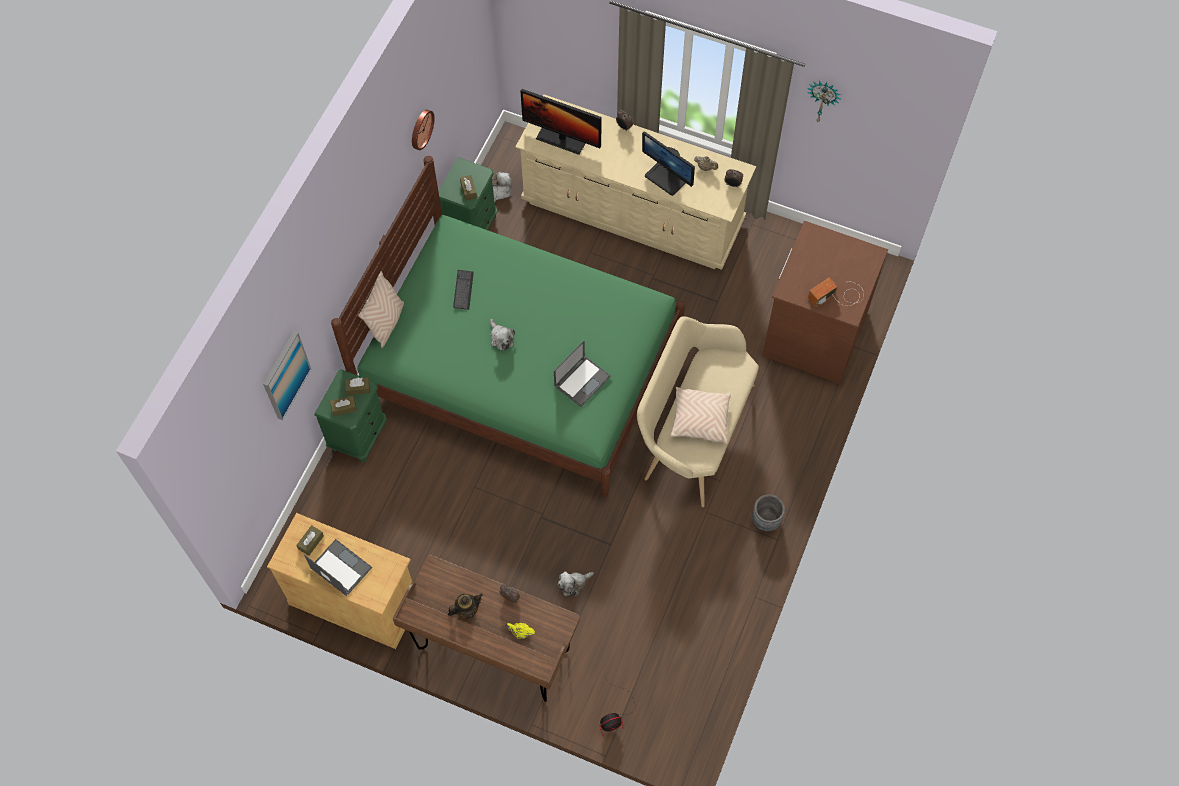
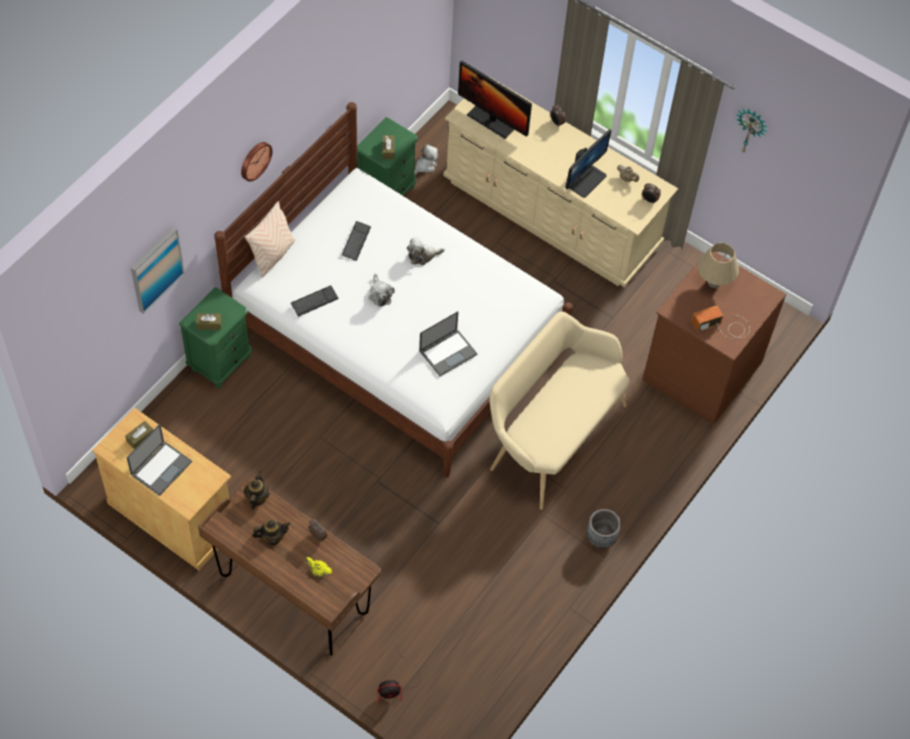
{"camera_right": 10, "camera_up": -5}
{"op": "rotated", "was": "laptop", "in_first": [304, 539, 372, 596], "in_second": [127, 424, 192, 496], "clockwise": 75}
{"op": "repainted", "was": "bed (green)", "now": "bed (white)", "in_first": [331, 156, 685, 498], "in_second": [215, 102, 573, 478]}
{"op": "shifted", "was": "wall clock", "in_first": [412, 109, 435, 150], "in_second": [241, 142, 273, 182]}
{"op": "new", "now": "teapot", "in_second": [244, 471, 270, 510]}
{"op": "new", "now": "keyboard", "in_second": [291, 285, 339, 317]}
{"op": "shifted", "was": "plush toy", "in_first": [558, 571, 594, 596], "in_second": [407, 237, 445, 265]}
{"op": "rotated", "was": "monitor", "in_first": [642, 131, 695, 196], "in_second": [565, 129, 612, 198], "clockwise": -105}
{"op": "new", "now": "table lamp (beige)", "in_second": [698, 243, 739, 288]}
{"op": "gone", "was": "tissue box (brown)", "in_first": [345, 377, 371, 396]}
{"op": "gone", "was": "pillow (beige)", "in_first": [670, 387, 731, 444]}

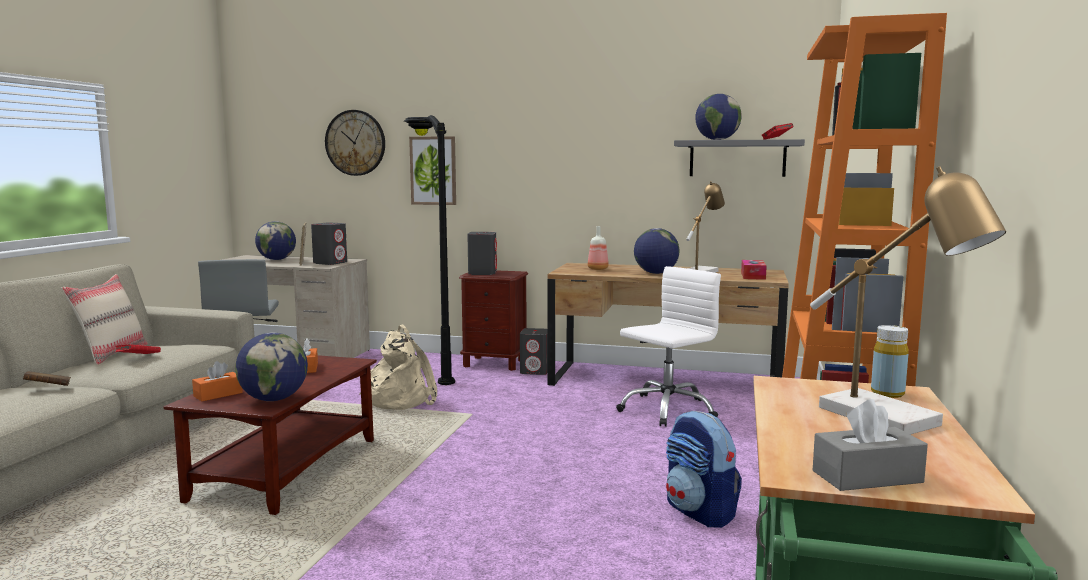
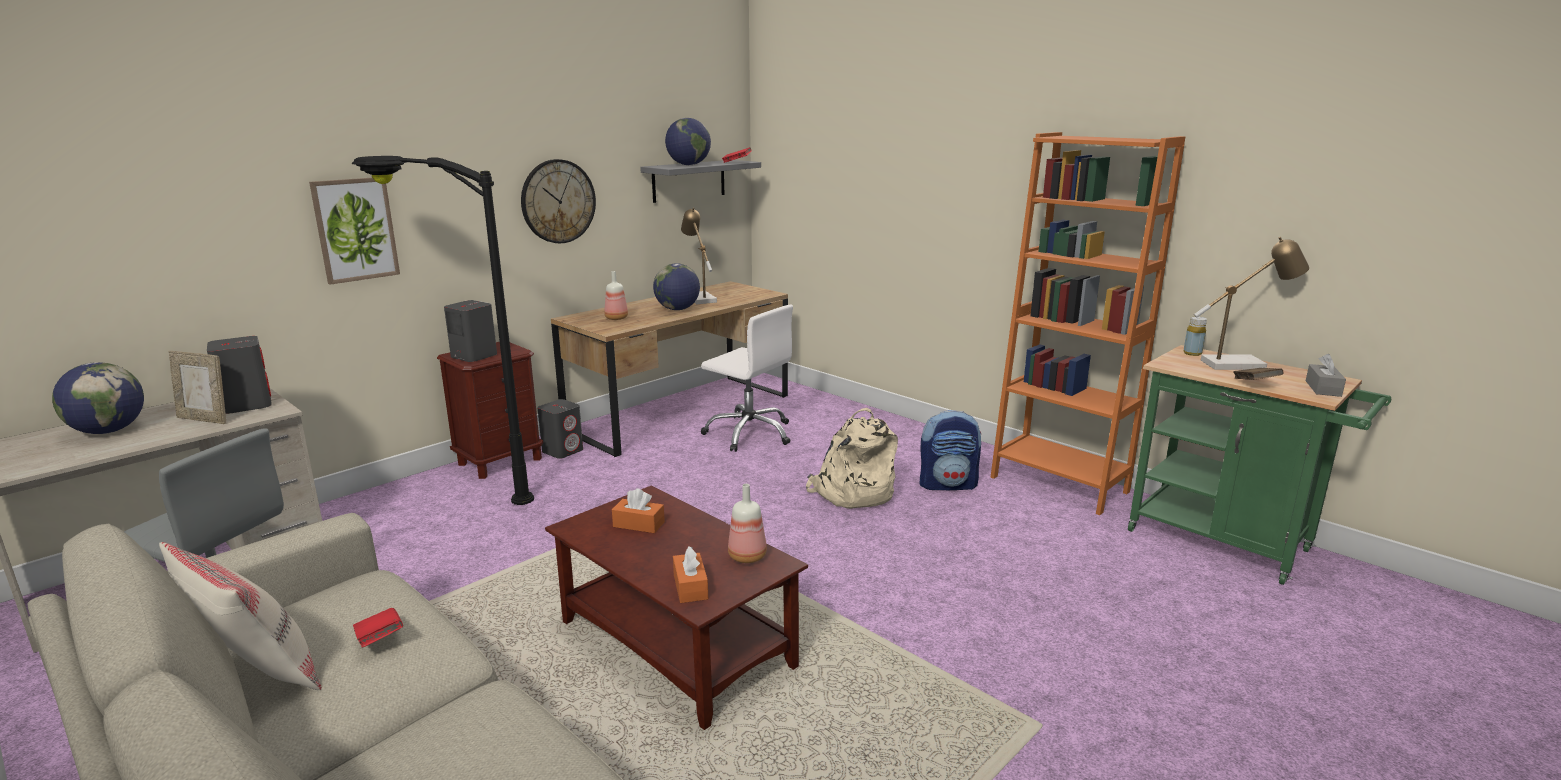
{"camera_right": -60, "camera_up": 10}
{"op": "shifted", "was": "wall clock", "in_first": [325, 110, 385, 176], "in_second": [521, 159, 596, 243]}
{"op": "rotated", "was": "office chair (white)", "in_first": [616, 266, 721, 427], "in_second": [701, 305, 793, 452], "clockwise": 135}
{"op": "swapped", "was": "globe", "now": "bottle", "in_first": [235, 332, 308, 401], "in_second": [728, 484, 767, 563]}
{"op": "shifted", "was": "backpack (beige)", "in_first": [360, 325, 437, 410], "in_second": [806, 408, 898, 509]}
{"op": "shifted", "was": "book (brown)", "in_first": [23, 371, 71, 386], "in_second": [1233, 368, 1284, 380]}
{"op": "gone", "was": "tissue box", "in_first": [741, 260, 767, 280]}

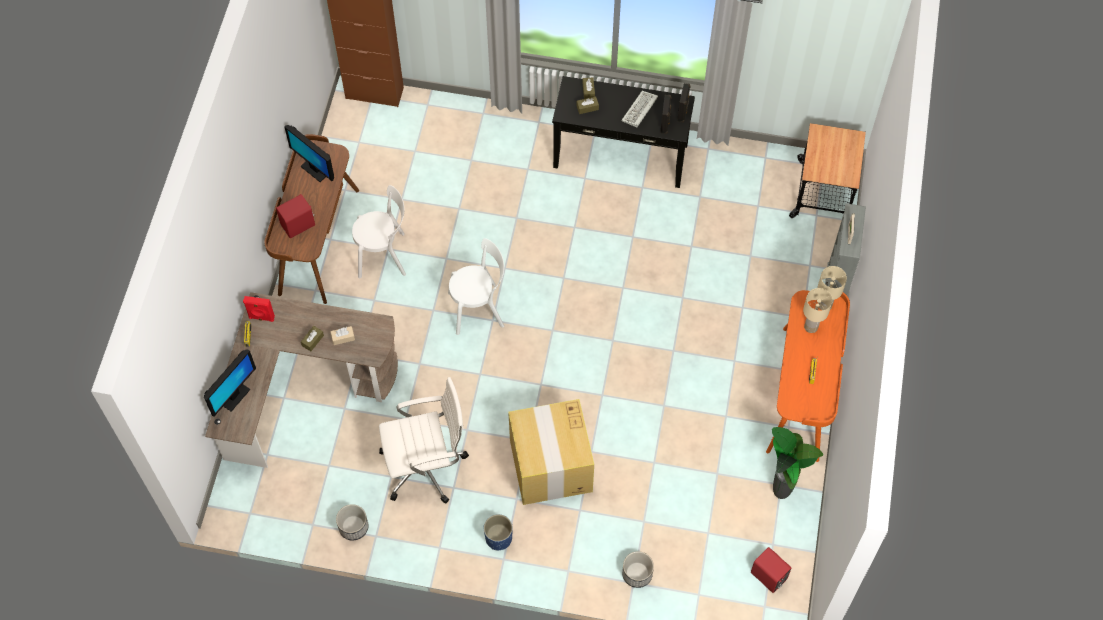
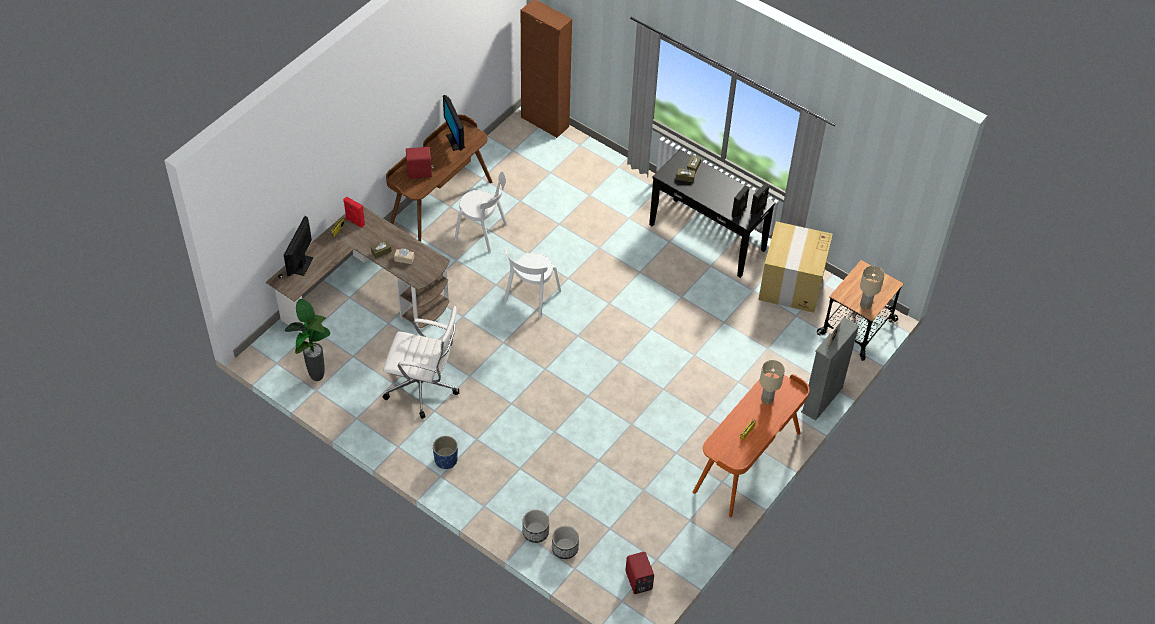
{"camera_right": 25, "camera_up": -10}
{"op": "rotated", "was": "monitor", "in_first": [204, 349, 256, 417], "in_second": [284, 216, 313, 276], "clockwise": 135}
{"op": "shifted", "was": "potted plant", "in_first": [772, 427, 823, 499], "in_second": [285, 299, 331, 381]}
{"op": "rotated", "was": "chair (white)", "in_first": [448, 238, 504, 335], "in_second": [504, 247, 561, 318], "clockwise": 105}
{"op": "shifted", "was": "planter", "in_first": [336, 504, 368, 541], "in_second": [552, 526, 579, 559]}
{"op": "shifted", "was": "cardboard box", "in_first": [508, 399, 594, 505], "in_second": [758, 221, 832, 313]}
{"op": "shifted", "was": "table lamp (beige)", "in_first": [818, 266, 847, 310], "in_second": [860, 266, 885, 309]}
{"op": "gone", "was": "keyboard", "in_first": [621, 91, 658, 127]}

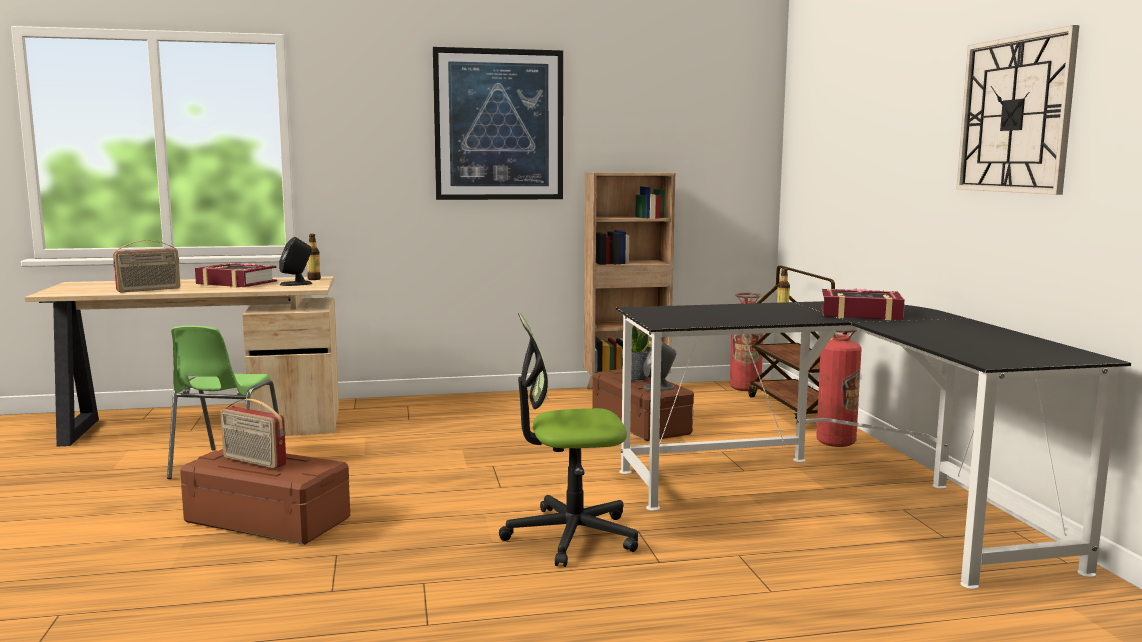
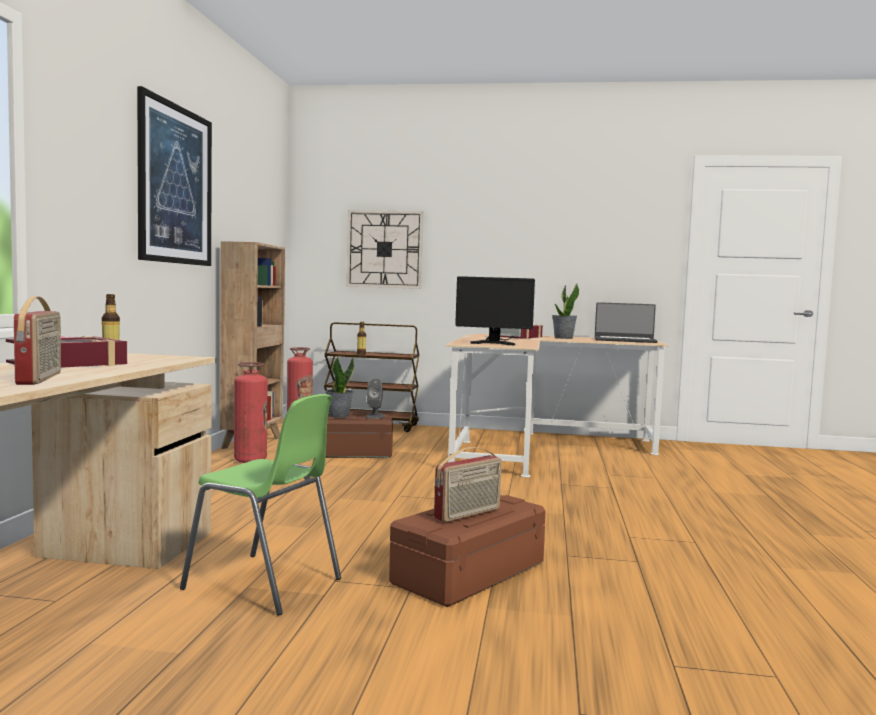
{"camera_right": -70, "camera_up": -5}
{"op": "shifted", "was": "fire extinguisher", "in_first": [816, 329, 862, 447], "in_second": [234, 362, 268, 463]}
{"op": "shifted", "was": "wall clock", "in_first": [956, 25, 1079, 195], "in_second": [346, 210, 423, 289]}
{"op": "repainted", "was": "desk (black)", "now": "desk (beige)", "in_first": [616, 301, 1131, 589], "in_second": [446, 334, 669, 477]}
{"op": "new", "now": "monitor", "in_second": [455, 276, 535, 345]}
{"op": "new", "now": "potted plant", "in_second": [552, 284, 579, 339]}
{"op": "new", "now": "laptop", "in_second": [595, 302, 658, 343]}
{"op": "gone", "was": "speaker (black)", "in_first": [279, 237, 312, 286]}
{"op": "gone", "was": "office chair", "in_first": [499, 313, 638, 567]}

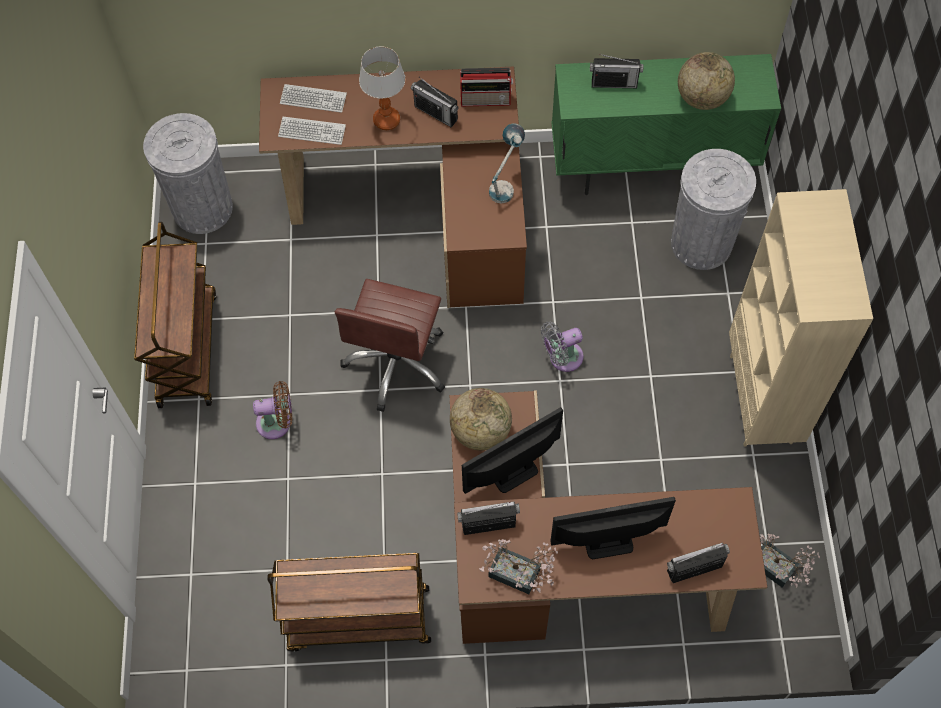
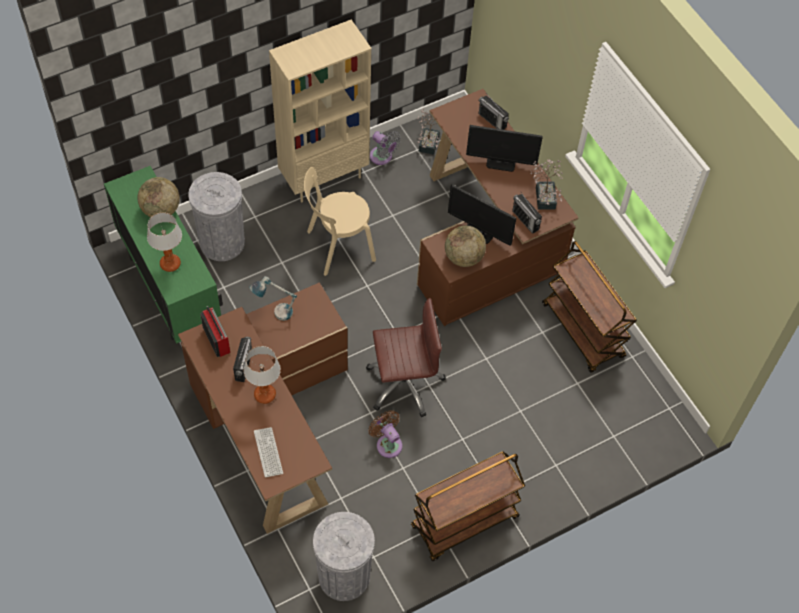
{"camera_right": -120, "camera_up": -5}
{"op": "swapped", "was": "radio", "now": "table lamp", "in_first": [590, 54, 643, 88], "in_second": [147, 212, 182, 272]}
{"op": "new", "now": "chair (beige)", "in_second": [304, 167, 376, 276]}
{"op": "shifted", "was": "fan (brown)", "in_first": [253, 381, 292, 439], "in_second": [368, 410, 402, 458]}
{"op": "shifted", "was": "fan (grey)", "in_first": [541, 322, 584, 372], "in_second": [370, 131, 401, 165]}
{"op": "rotated", "was": "monitor", "in_first": [550, 497, 676, 559], "in_second": [466, 125, 543, 172], "clockwise": -45}
{"op": "gone", "was": "keyboard", "in_first": [278, 117, 346, 145]}

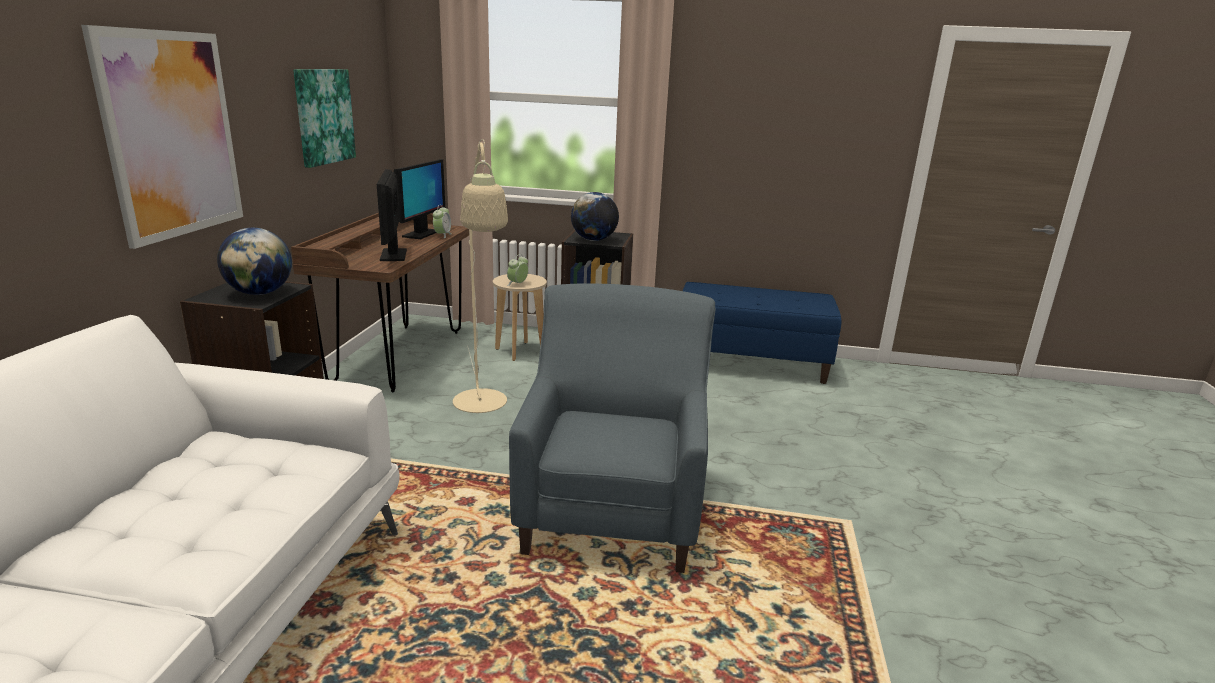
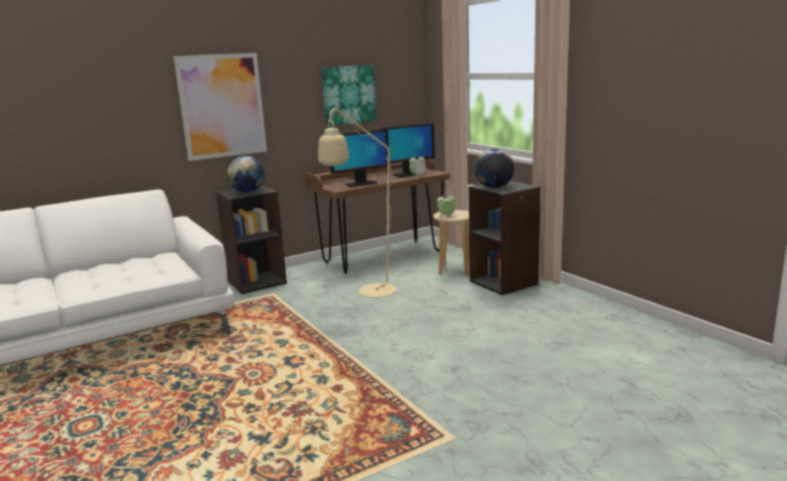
{"camera_right": 50, "camera_up": -5}
{"op": "rotated", "was": "monitor", "in_first": [377, 169, 407, 261], "in_second": [330, 129, 389, 187], "clockwise": -150}
{"op": "gone", "was": "armchair (blue)", "in_first": [509, 283, 715, 573]}
{"op": "gone", "was": "bench (blue)", "in_first": [683, 282, 841, 384]}

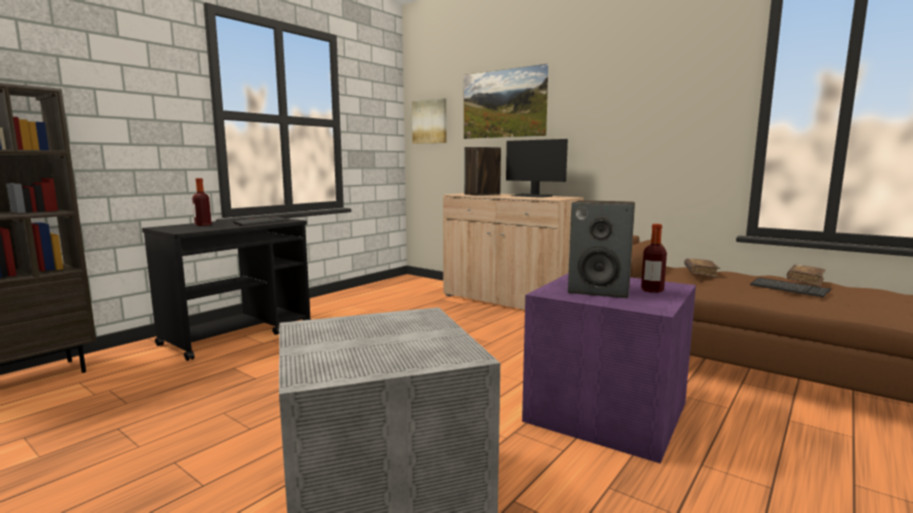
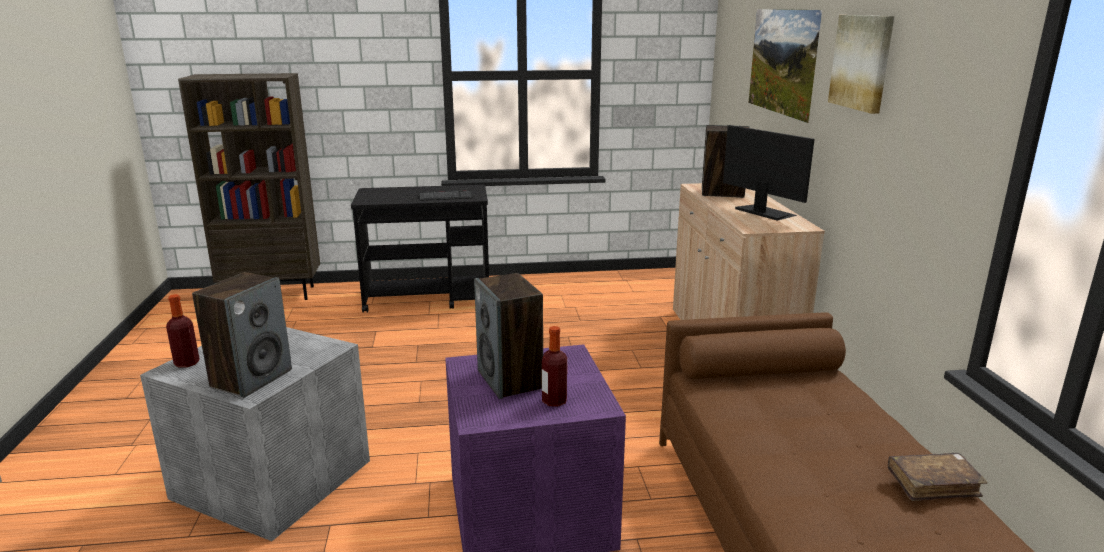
{"camera_right": 45, "camera_up": 10}
{"op": "shifted", "was": "bottle", "in_first": [192, 178, 211, 226], "in_second": [166, 294, 200, 368]}
{"op": "new", "now": "speaker", "in_second": [192, 272, 292, 398]}
{"op": "rotated", "was": "monitor", "in_first": [506, 139, 568, 198], "in_second": [723, 125, 815, 221], "clockwise": 150}
{"op": "shifted", "was": "picture", "in_first": [412, 98, 447, 144], "in_second": [828, 15, 894, 114]}
{"op": "gone", "was": "book (brown)", "in_first": [684, 258, 720, 278]}
{"op": "gone", "was": "keyboard", "in_first": [750, 278, 831, 297]}

